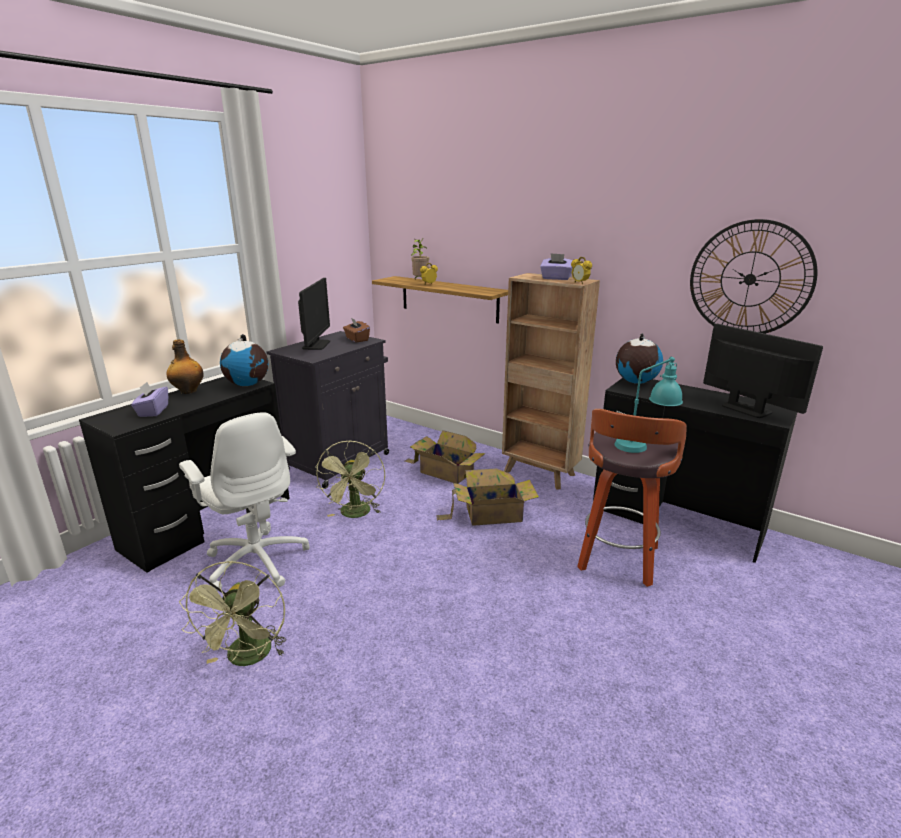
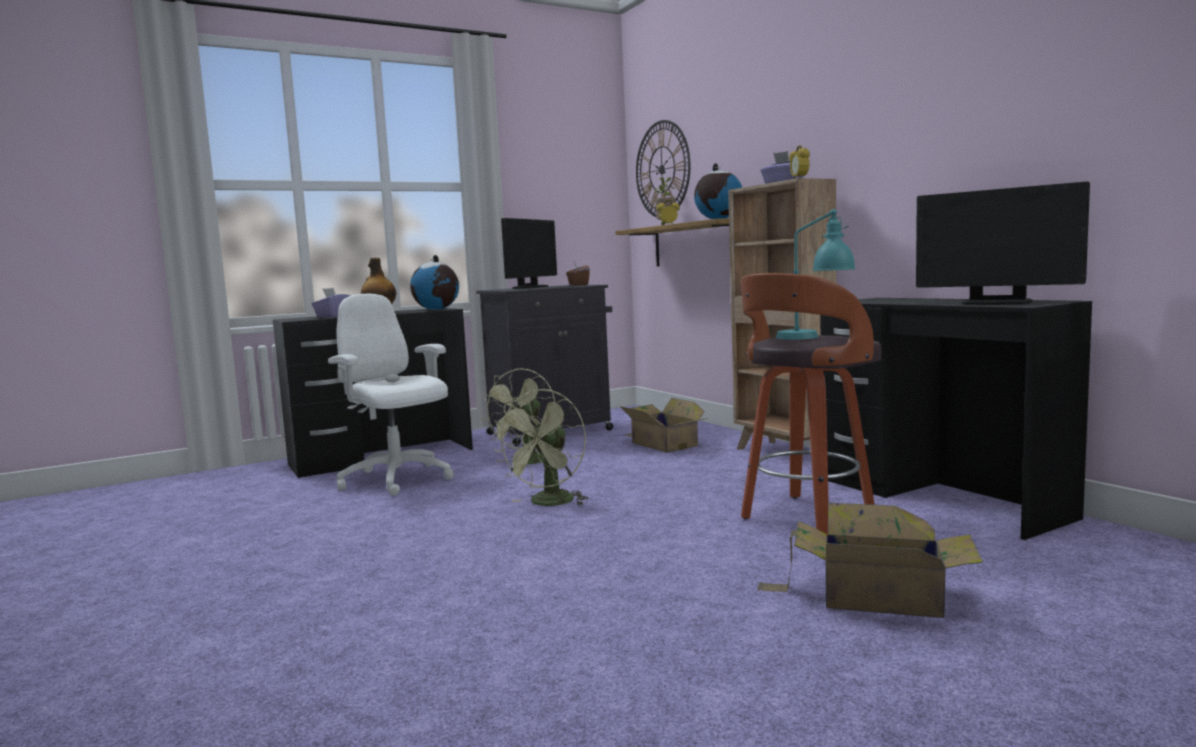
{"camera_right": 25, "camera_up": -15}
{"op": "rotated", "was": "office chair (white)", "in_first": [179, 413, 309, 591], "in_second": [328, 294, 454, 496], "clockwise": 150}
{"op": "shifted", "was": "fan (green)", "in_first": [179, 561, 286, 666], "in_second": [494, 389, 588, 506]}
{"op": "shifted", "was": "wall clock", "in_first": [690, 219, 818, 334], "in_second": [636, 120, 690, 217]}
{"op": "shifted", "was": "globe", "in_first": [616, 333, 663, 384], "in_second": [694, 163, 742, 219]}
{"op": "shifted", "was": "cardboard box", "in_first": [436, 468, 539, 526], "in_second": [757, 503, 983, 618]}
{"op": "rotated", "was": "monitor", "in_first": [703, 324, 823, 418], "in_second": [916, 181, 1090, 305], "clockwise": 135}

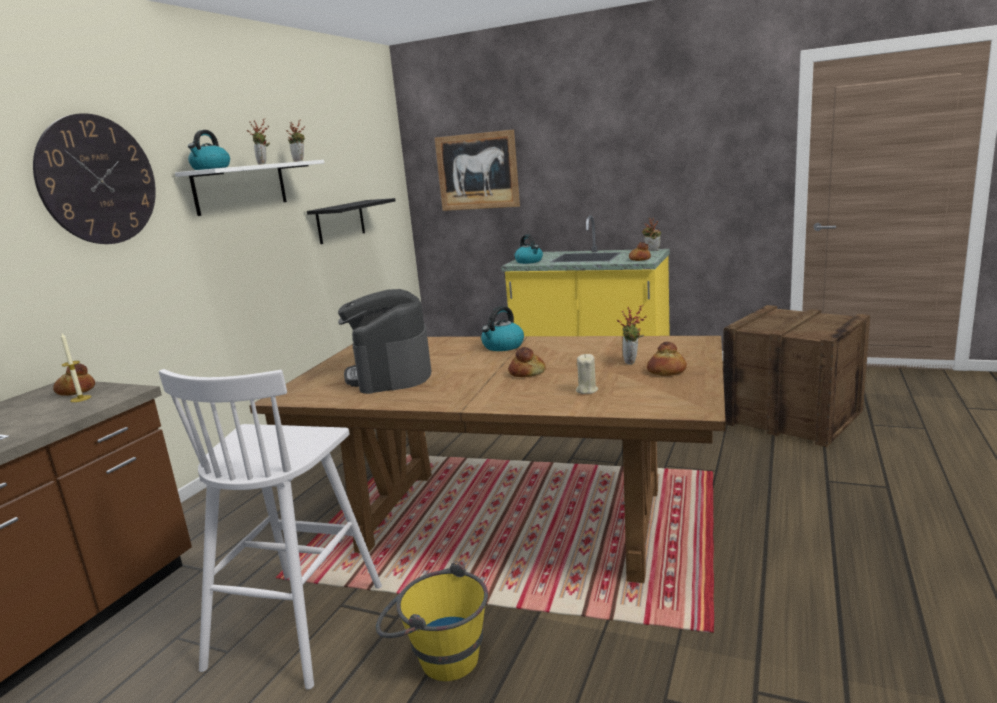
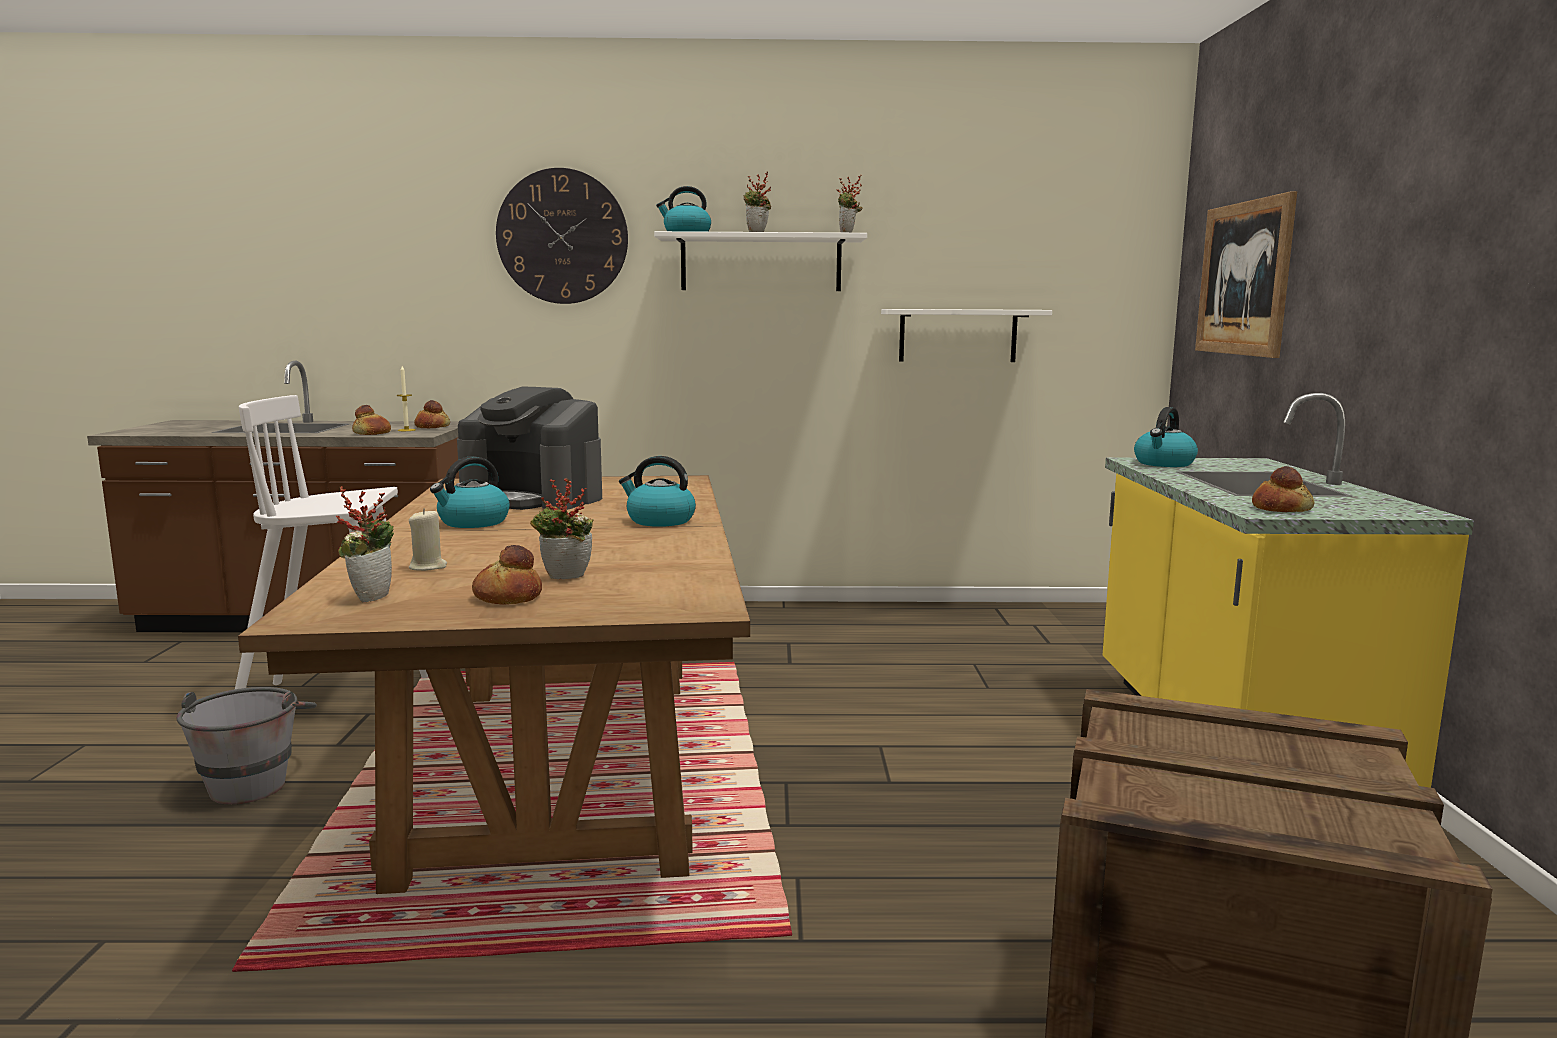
{"camera_right": 65, "camera_up": -5}
{"op": "repainted", "was": "bucket (yellow)", "now": "bucket (grey)", "in_first": [376, 562, 488, 681], "in_second": [176, 687, 317, 804]}
{"op": "shifted", "was": "potted plant", "in_first": [642, 218, 661, 251], "in_second": [336, 486, 394, 602]}
{"op": "shifted", "was": "bread", "in_first": [508, 347, 546, 377], "in_second": [352, 405, 391, 435]}
{"op": "new", "now": "kettle", "in_second": [430, 456, 510, 528]}
{"op": "rotated", "was": "coffee machine", "in_first": [338, 289, 431, 394], "in_second": [457, 387, 602, 510], "clockwise": -120}
{"op": "repainted", "was": "shelf (black)", "now": "shelf (white)", "in_first": [307, 198, 395, 244], "in_second": [881, 309, 1052, 362]}

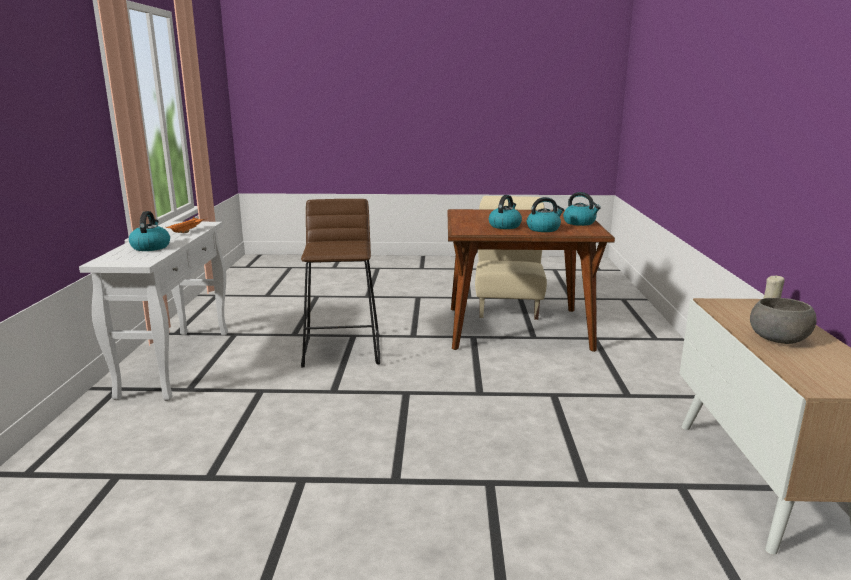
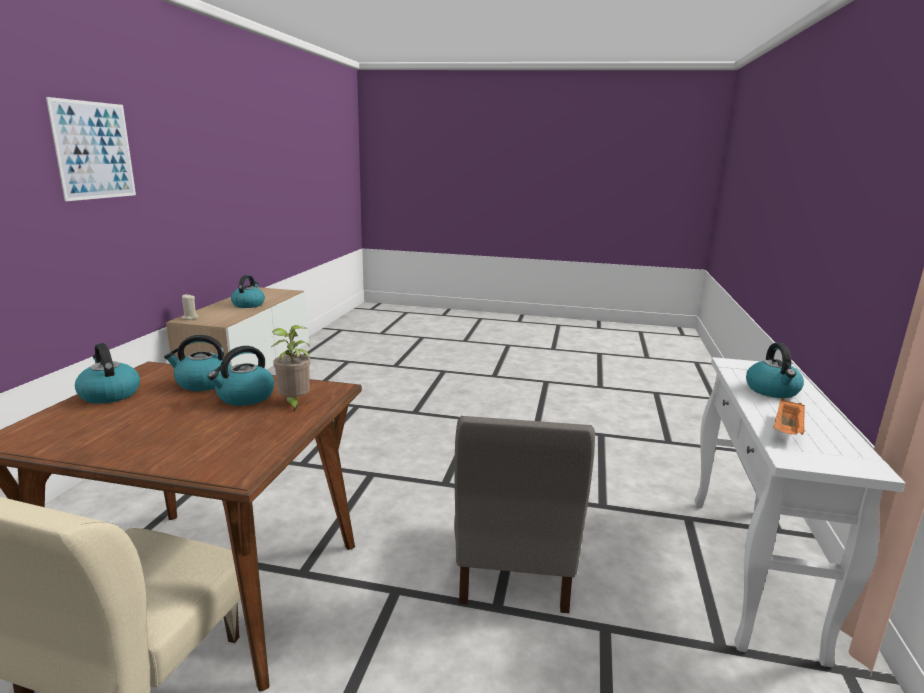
{"camera_right": -170, "camera_up": 0}
{"op": "new", "now": "picture", "in_second": [46, 97, 136, 201]}
{"op": "swapped", "was": "bowl (grey)", "now": "kettle", "in_first": [750, 298, 817, 344], "in_second": [231, 275, 265, 308]}
{"op": "new", "now": "potted plant", "in_second": [271, 325, 310, 411]}
{"op": "swapped", "was": "stool (brown)", "now": "chair (grey)", "in_first": [301, 199, 380, 367], "in_second": [454, 416, 595, 613]}

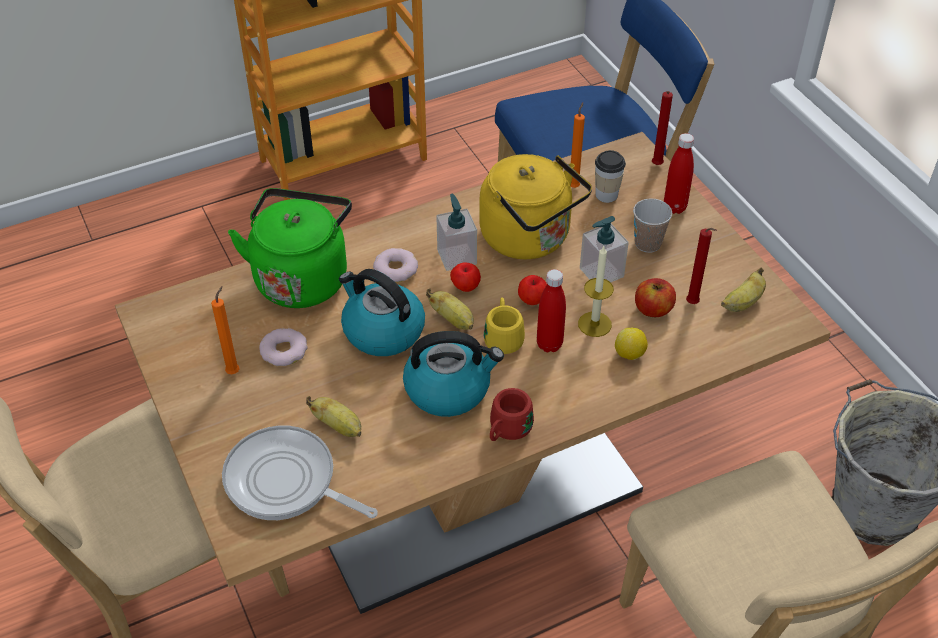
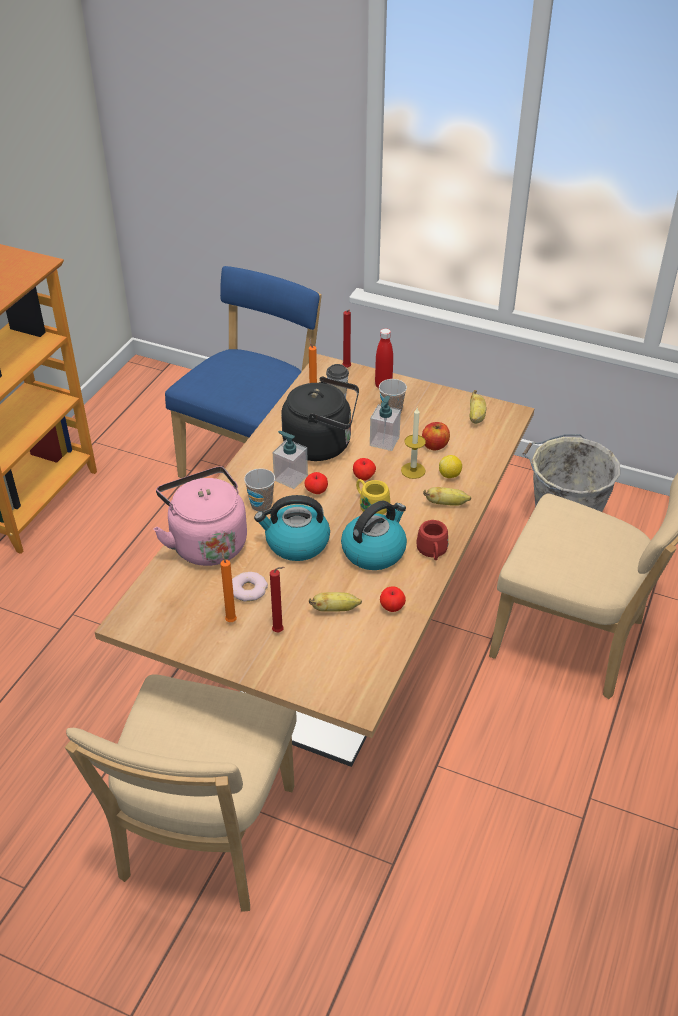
{"camera_right": -40, "camera_up": -5}
{"op": "repainted", "was": "kettle (green)", "now": "kettle (pink)", "in_first": [228, 188, 352, 308], "in_second": [153, 467, 247, 566]}
{"op": "swapped", "was": "donut", "now": "cup", "in_first": [373, 248, 418, 282], "in_second": [244, 468, 275, 512]}
{"op": "shifted", "was": "candle (red)", "in_first": [686, 228, 717, 304], "in_second": [270, 567, 284, 632]}
{"op": "repainted", "was": "kettle (yellow)", "now": "kettle (black)", "in_first": [479, 154, 592, 259], "in_second": [281, 377, 359, 461]}
{"op": "new", "now": "apple", "in_second": [380, 586, 406, 612]}
{"op": "shifted", "was": "banana", "in_first": [426, 288, 474, 330], "in_second": [423, 487, 471, 506]}
{"op": "gone", "was": "frying pan", "in_first": [222, 426, 378, 520]}
{"op": "gone", "was": "bottle (red)", "in_first": [537, 269, 566, 352]}

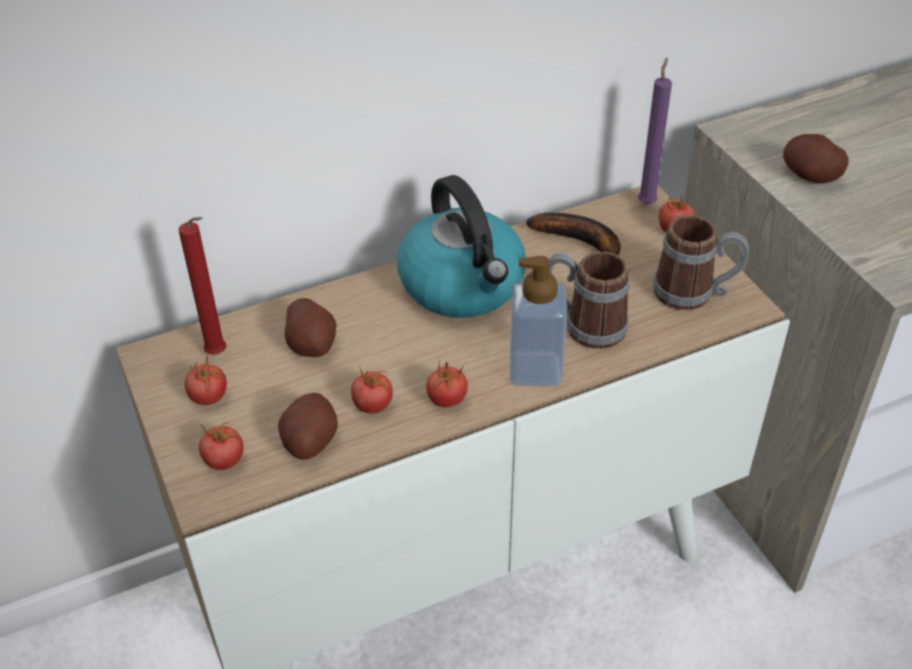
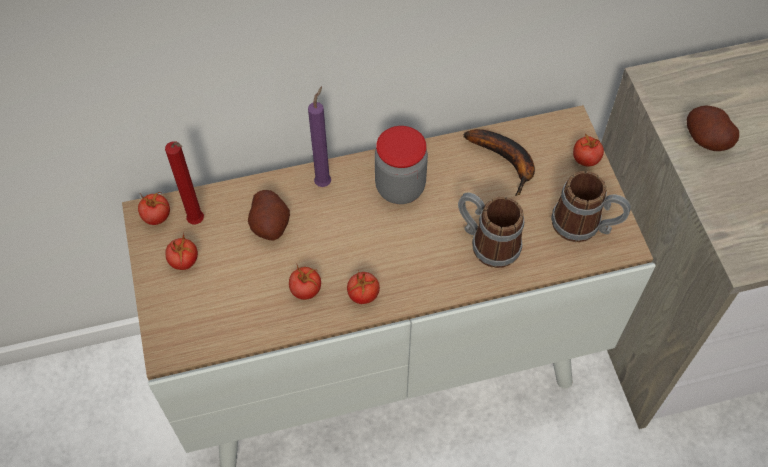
{"camera_right": 10, "camera_up": 15}
{"op": "shifted", "was": "tomato", "in_first": [199, 422, 244, 470], "in_second": [138, 192, 170, 225]}
{"op": "shifted", "was": "candle (purple)", "in_first": [638, 58, 672, 204], "in_second": [308, 86, 331, 187]}
{"op": "swapped", "was": "kettle", "now": "jar", "in_first": [397, 175, 526, 318], "in_second": [375, 126, 428, 204]}
{"op": "gone", "was": "potato", "in_first": [278, 393, 338, 459]}
{"op": "gone", "was": "soap dispenser", "in_first": [510, 256, 567, 387]}

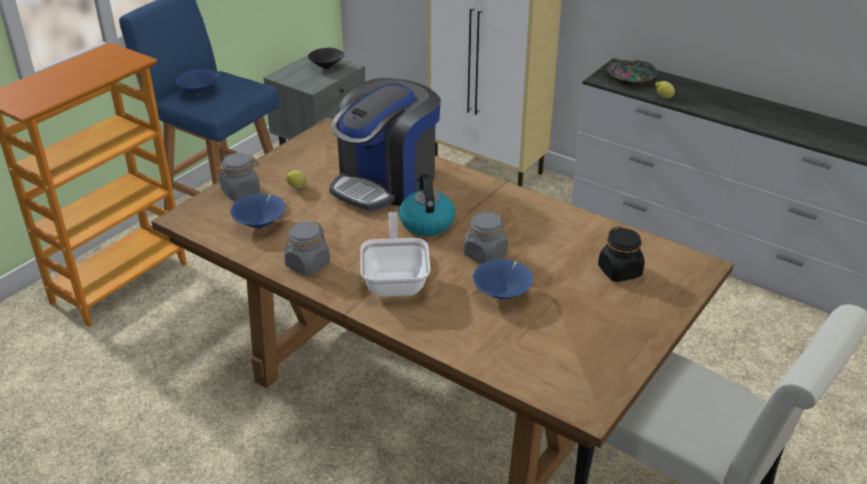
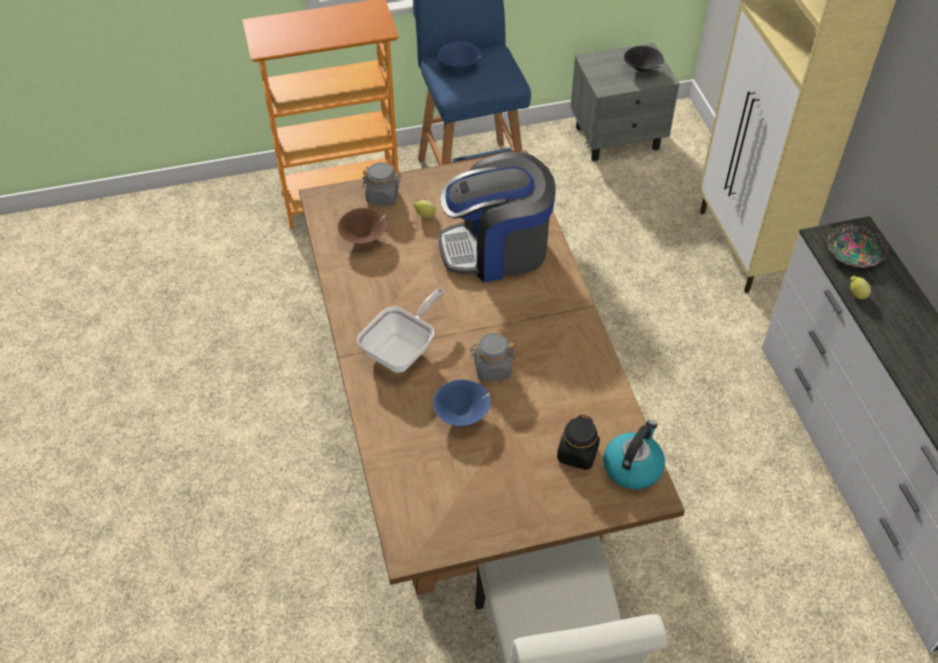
{"camera_right": 40, "camera_up": 15}
{"op": "repainted", "was": "bowl (blue)", "now": "bowl (brown)", "in_first": [230, 194, 285, 229], "in_second": [338, 208, 388, 244]}
{"op": "shifted", "was": "kettle", "in_first": [399, 174, 455, 236], "in_second": [603, 420, 665, 489]}
{"op": "gone", "was": "jar (grey)", "in_first": [284, 221, 330, 276]}

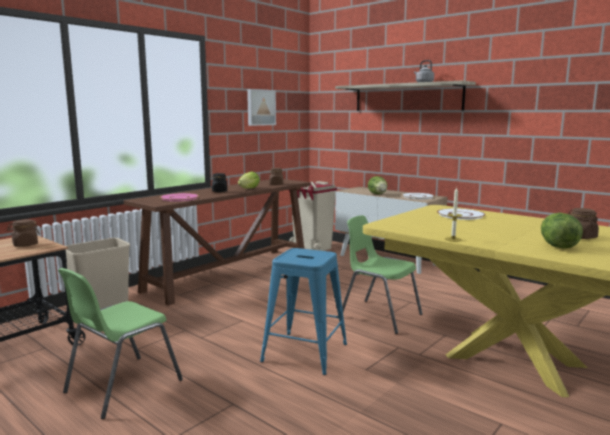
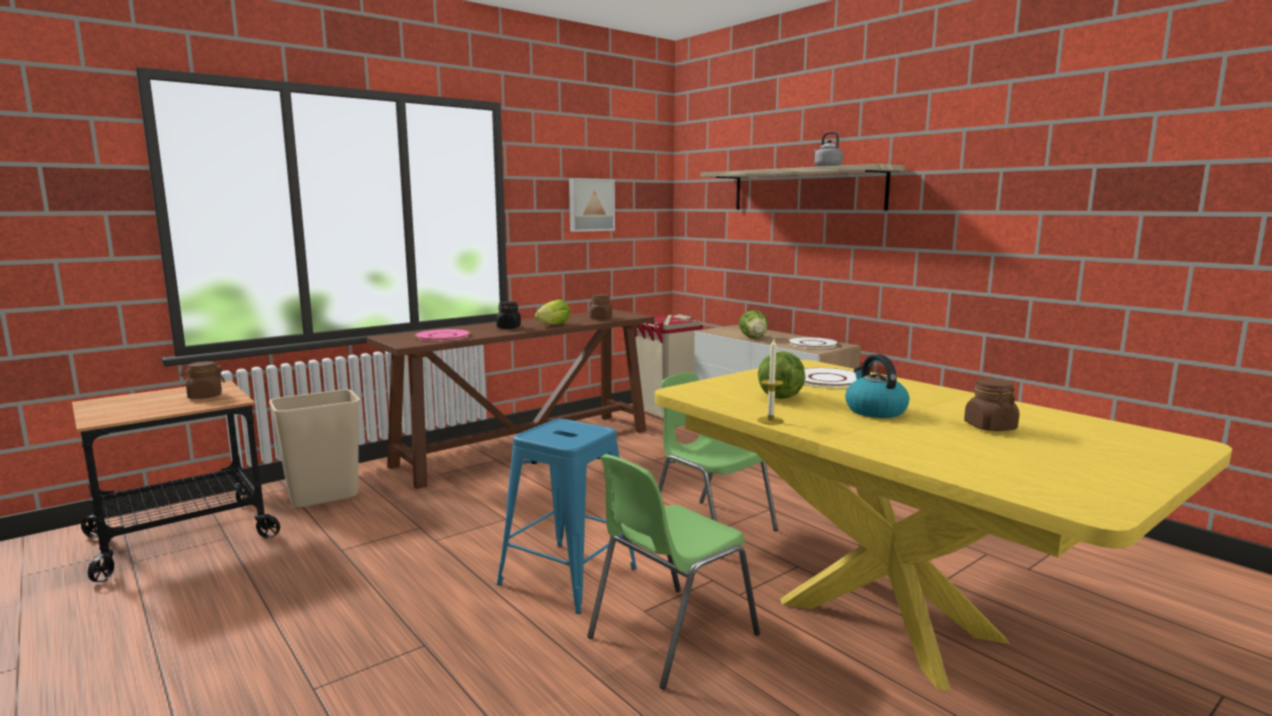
{"camera_right": 10, "camera_up": 0}
{"op": "shifted", "was": "chair (green)", "in_first": [58, 268, 183, 419], "in_second": [587, 454, 760, 690]}
{"op": "shifted", "was": "lettuce", "in_first": [541, 213, 583, 249], "in_second": [758, 351, 805, 399]}
{"op": "new", "now": "kettle", "in_second": [845, 354, 909, 418]}

